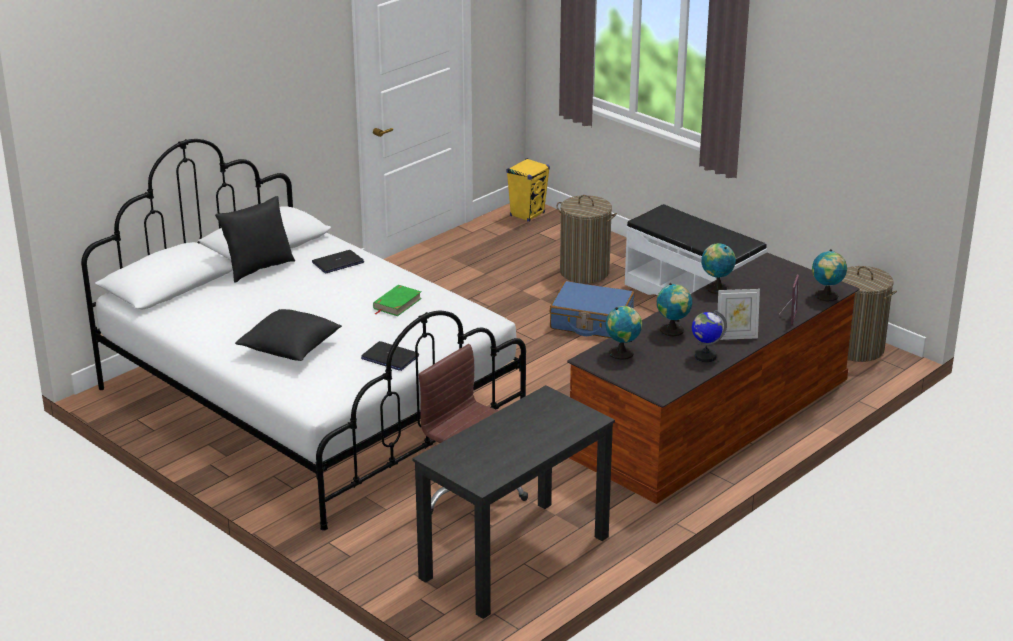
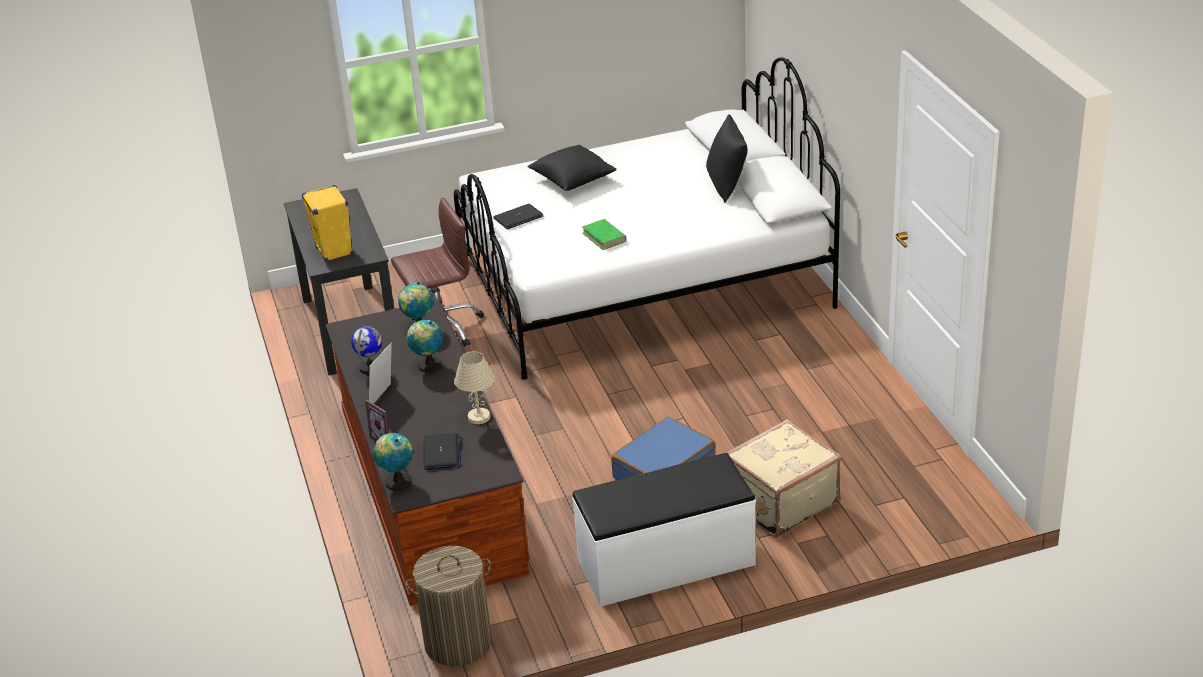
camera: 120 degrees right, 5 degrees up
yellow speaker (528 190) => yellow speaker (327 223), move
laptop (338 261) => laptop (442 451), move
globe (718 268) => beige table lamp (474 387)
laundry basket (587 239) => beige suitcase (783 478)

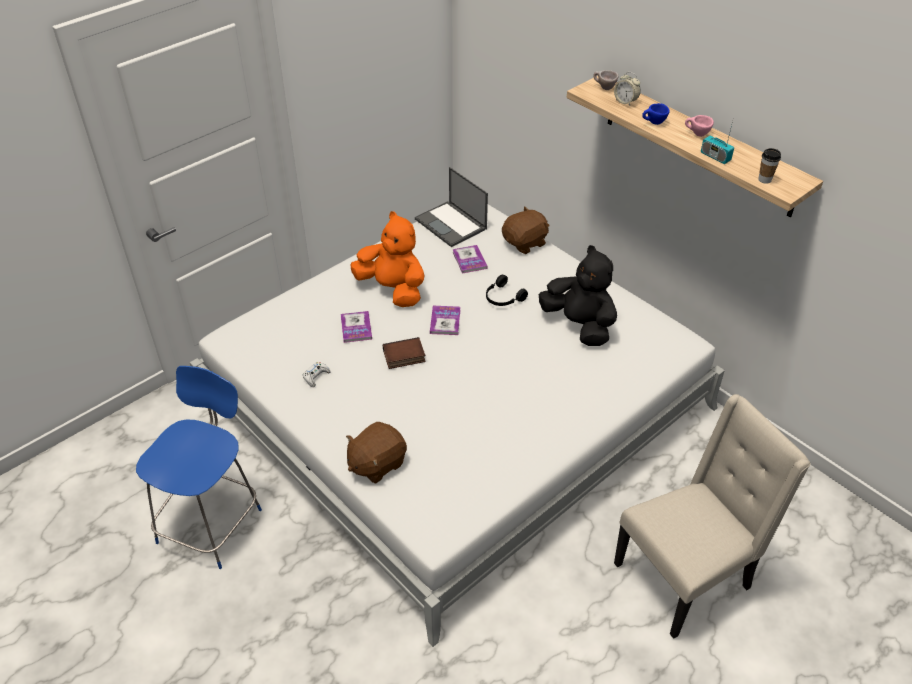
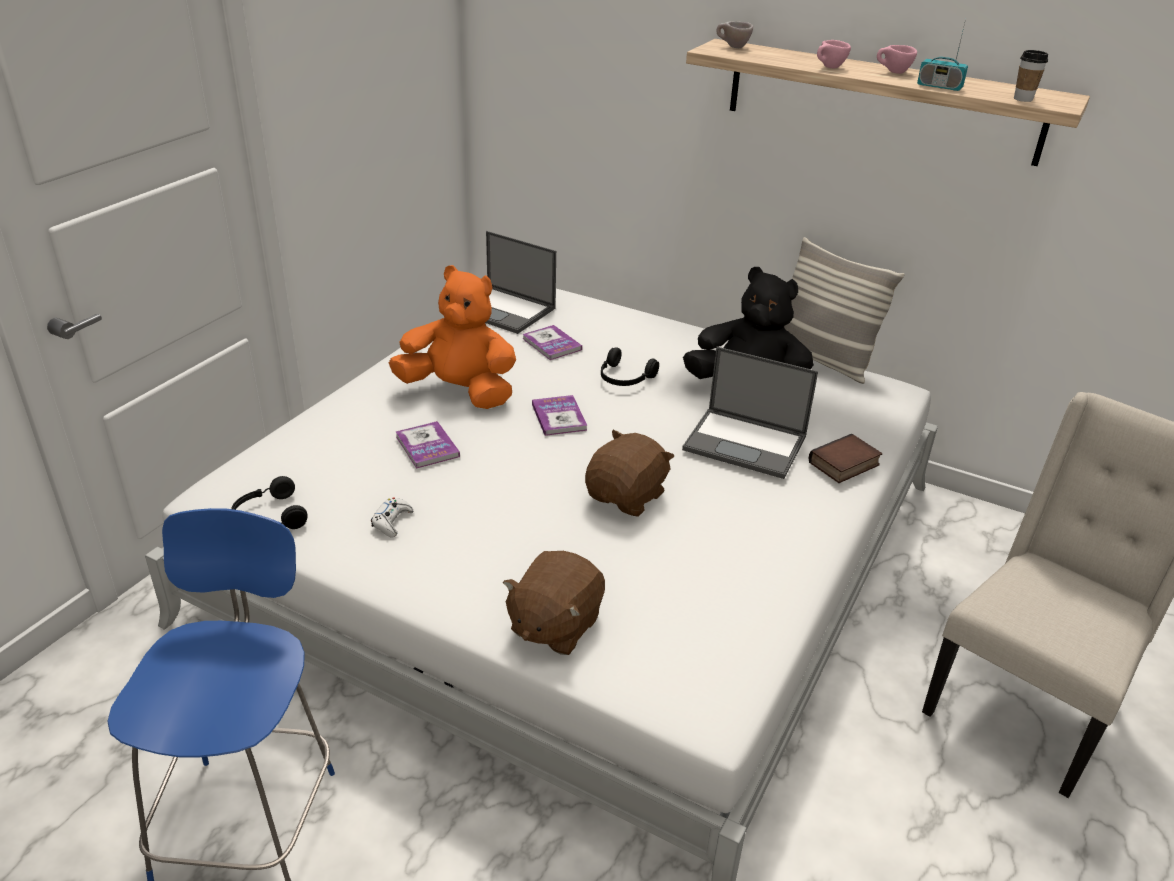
camera: 20 degrees left, 10 degrees down
nothing => black headphones (269 502)
brown plush toy (526 230) => brown plush toy (630 473), move
nothing => laptop (750 413)
nothing => pillow (844 310)
book (404 353) => book (845 458), move
blue cup (655 114) => pink cup (834 54)
alarm clock (627 89) => nothing

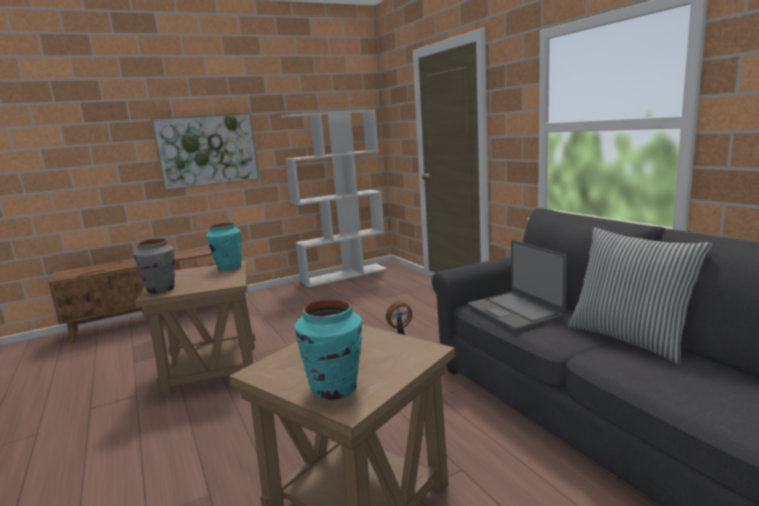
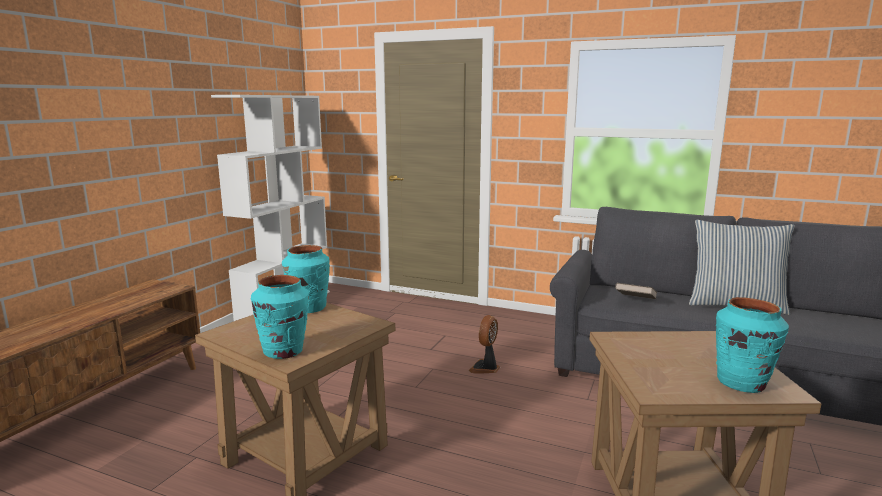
camera: 40 degrees left, 0 degrees up
grey vase (154 266) => turquoise vase (280 317)
laptop (517 286) => brown book (636 291)
picture (205 151) => nothing

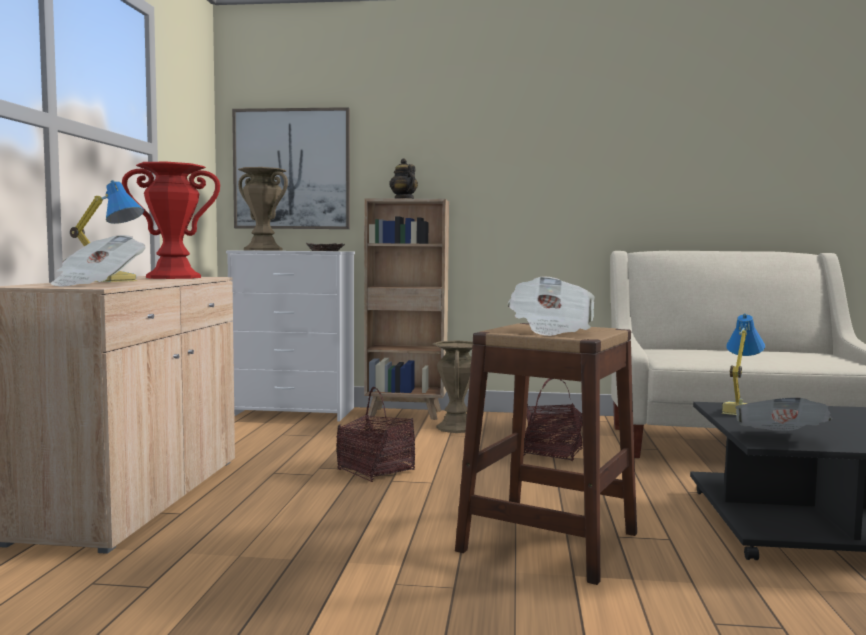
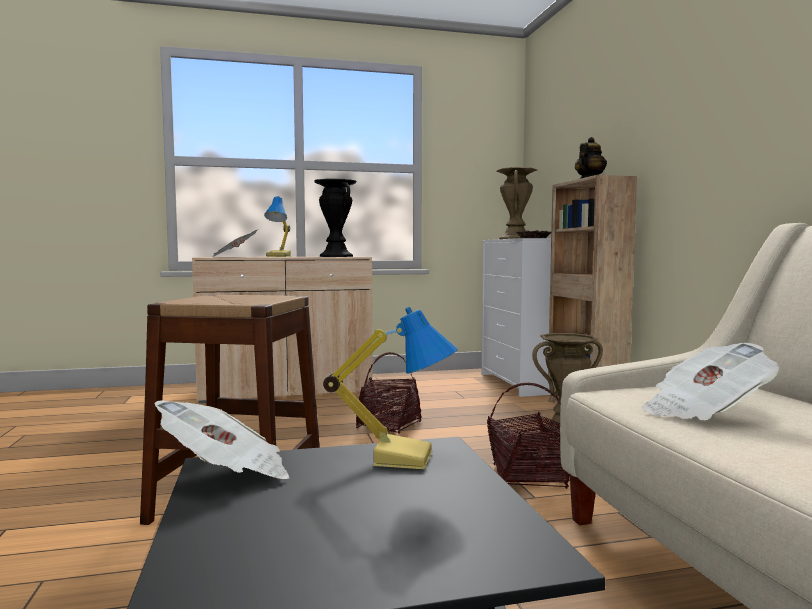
camera: 70 degrees right, 0 degrees up
red vase (171 220) => black vase (335 217)
newspaper (551 306) => newspaper (710 381), move
picture (291 168) => nothing

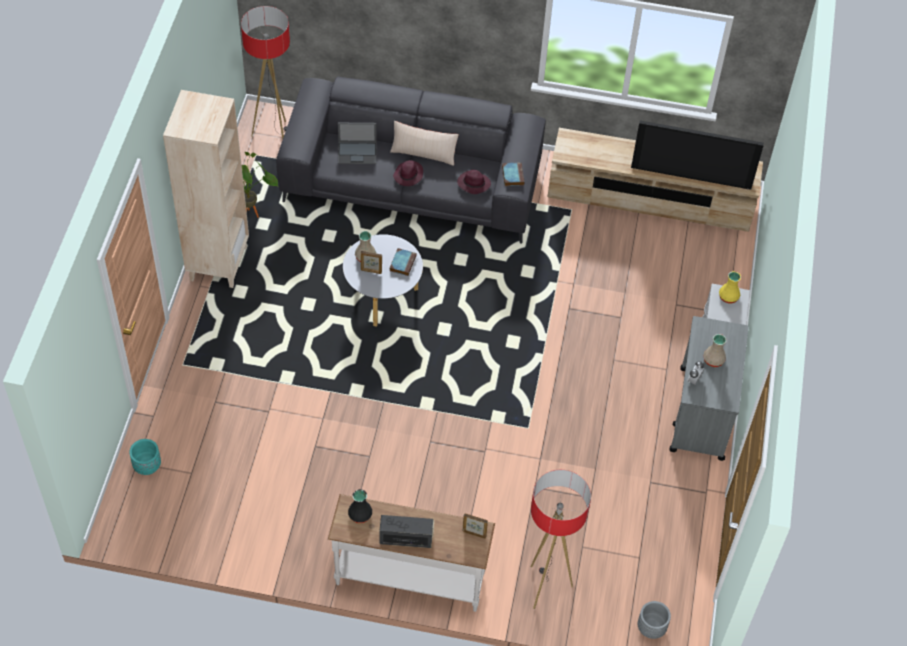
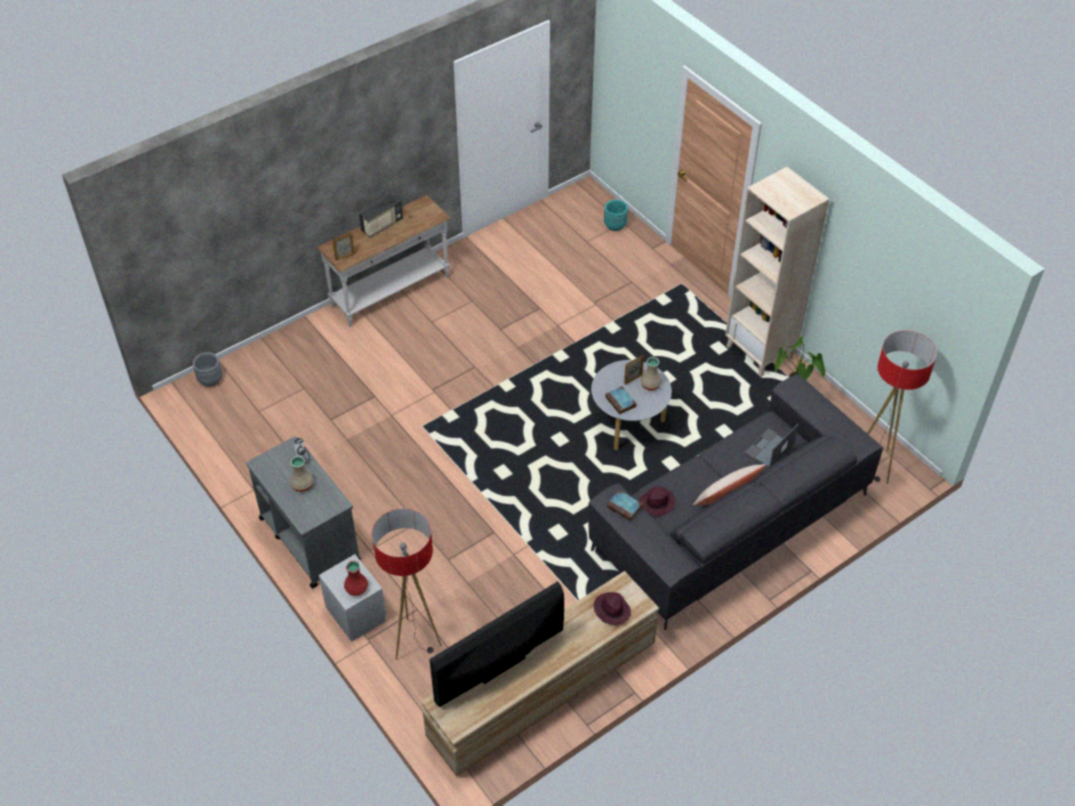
camera: 135 degrees right, 5 degrees down
yellow vase (730 287) => red vase (356 578)
floor lamp (560 539) => floor lamp (407 584), move
purple hat (408 173) => purple hat (612 608), move
black vase (360 506) => nothing

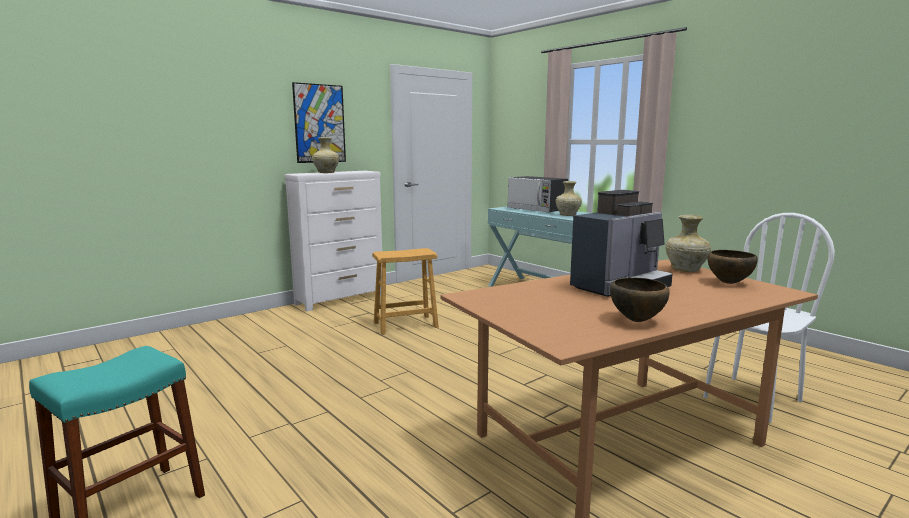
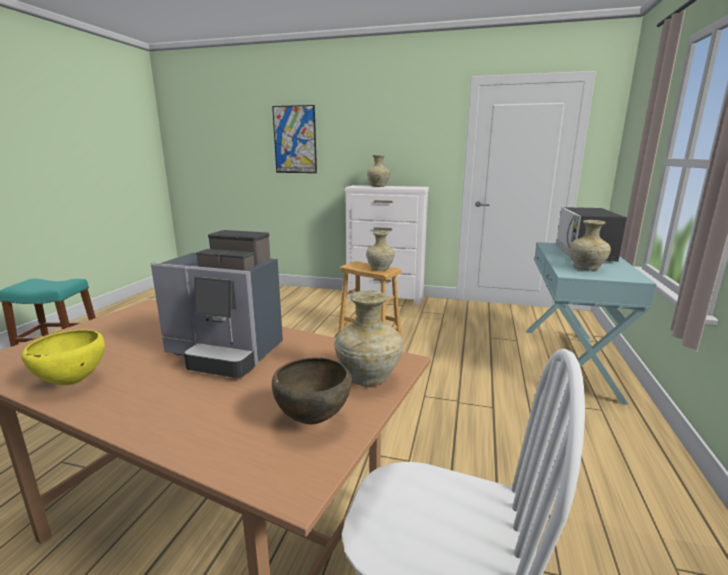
camera: 55 degrees right, 5 degrees up
brown bowl (640 300) => yellow bowl (63 357)
picture (319 122) => picture (294 139), move
nothing => beige vase (380 251)

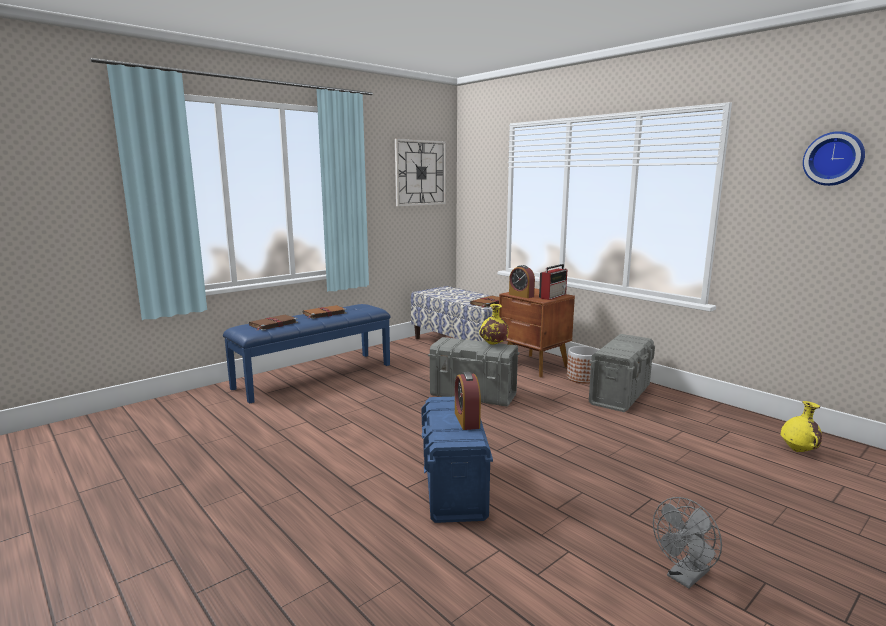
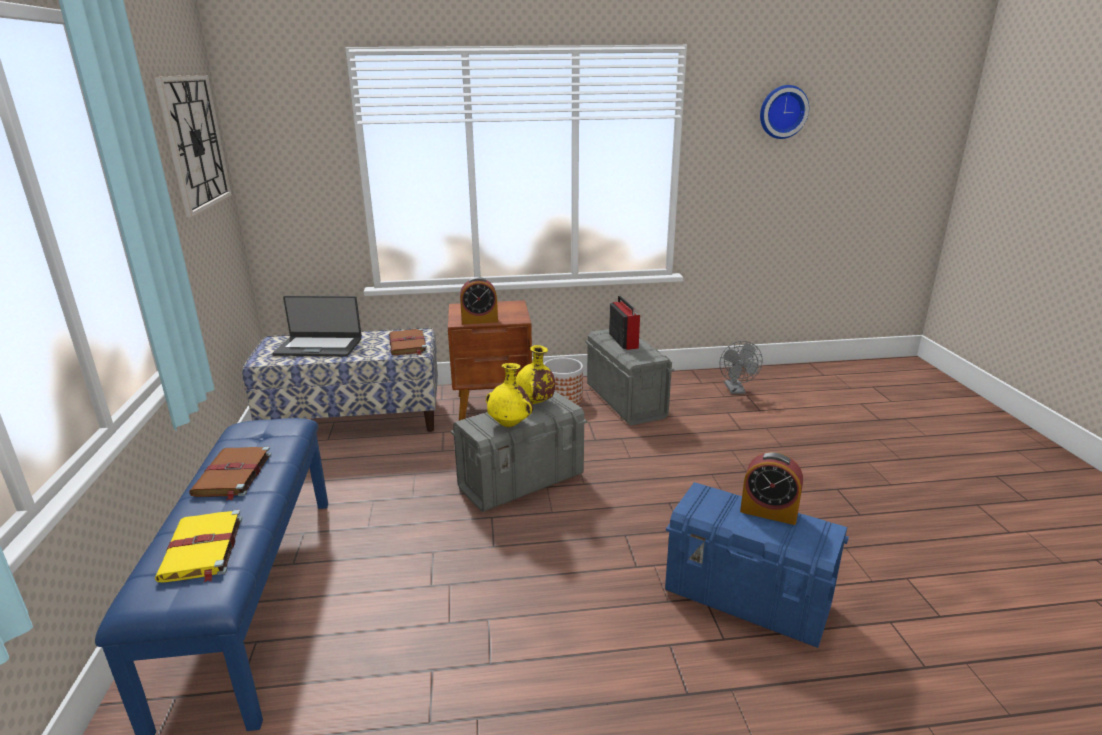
camera: 55 degrees left, 10 degrees up
brown book (273 323) => yellow book (198 546)
nothing => laptop (317 326)
yellow vase (801 426) => yellow vase (509 395), move
radio (553 282) => radio (624 323), move
grey fan (687 543) => grey fan (741 367), move

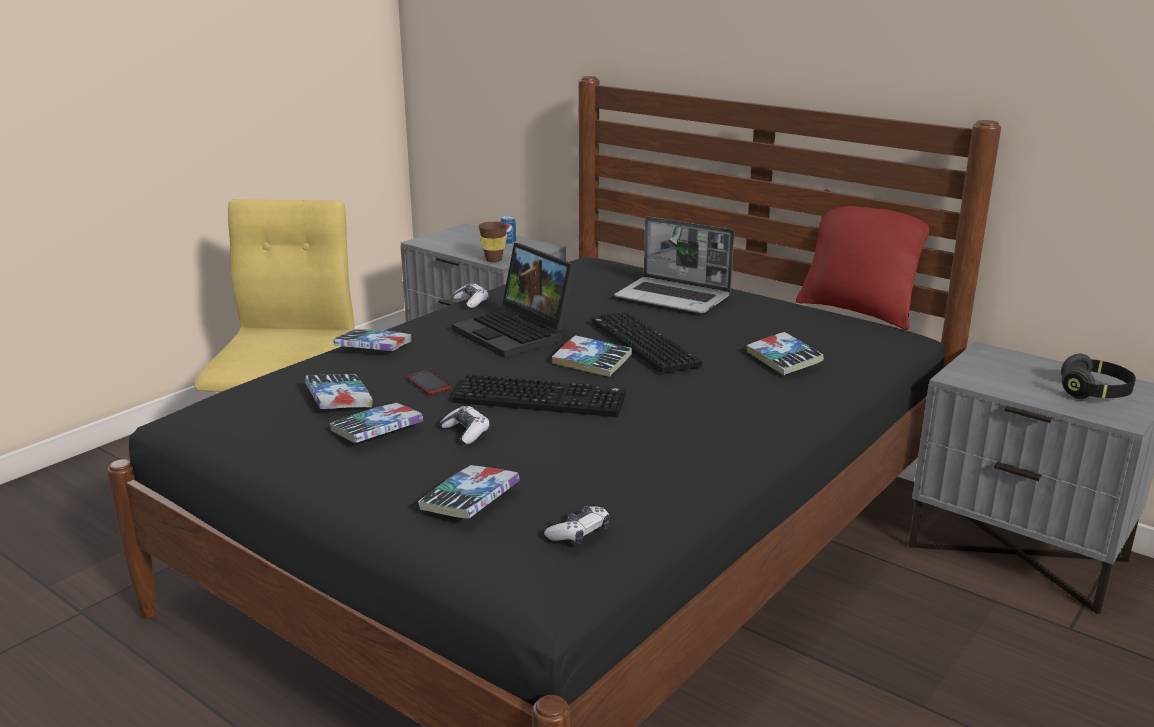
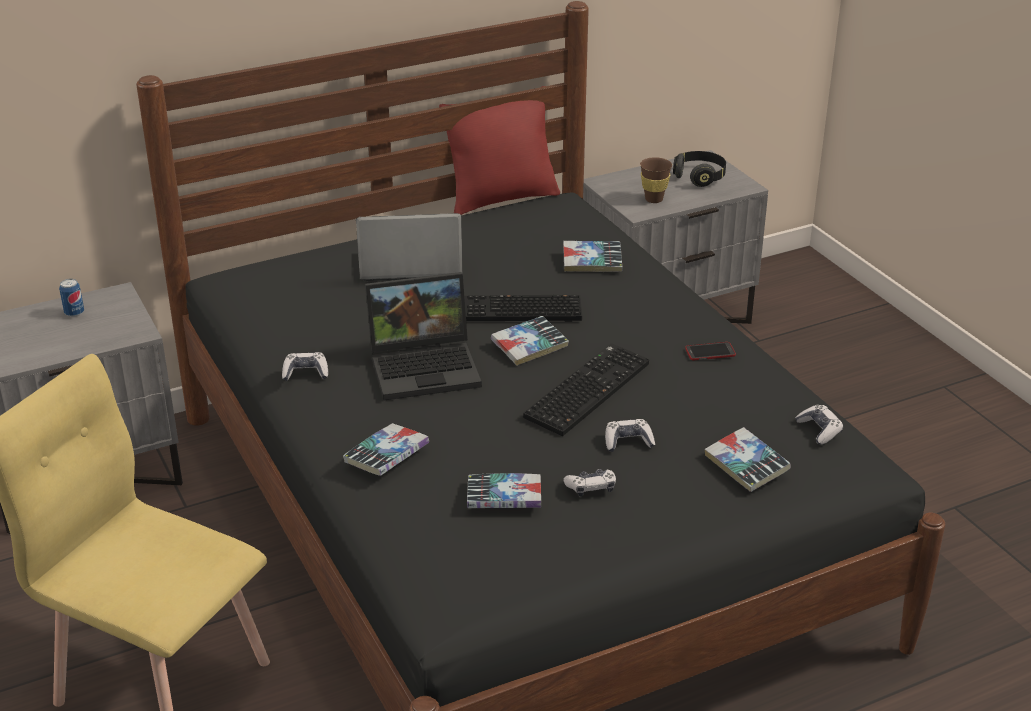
camera: 65 degrees left, 10 degrees up
laptop (674 265) => laptop (409 247), 150 degrees counterclockwise
book (376 423) => game controller (589 483)
brown cup (493 242) => brown cup (656 180), move
phone (428 382) => phone (710 351), move

